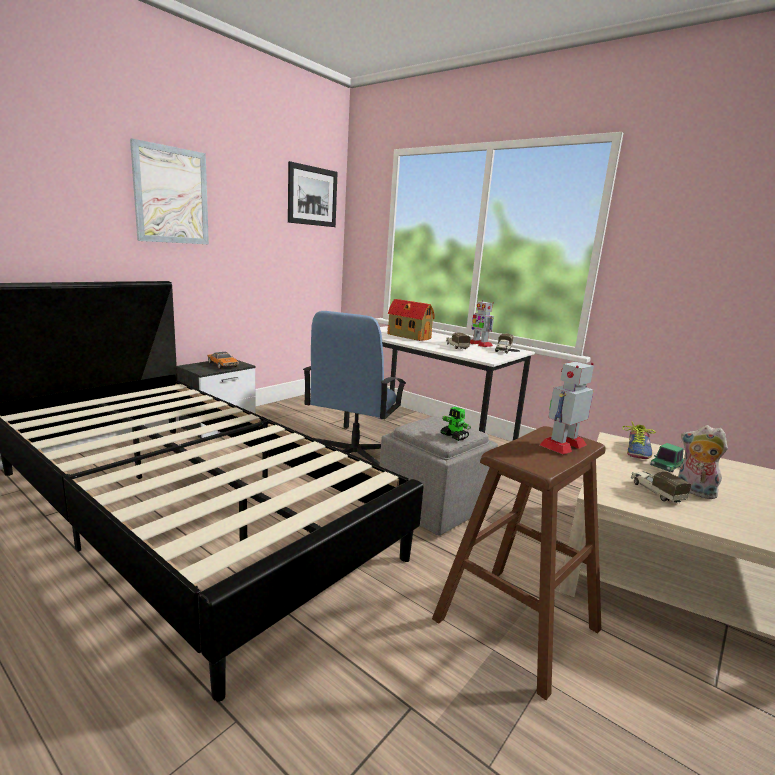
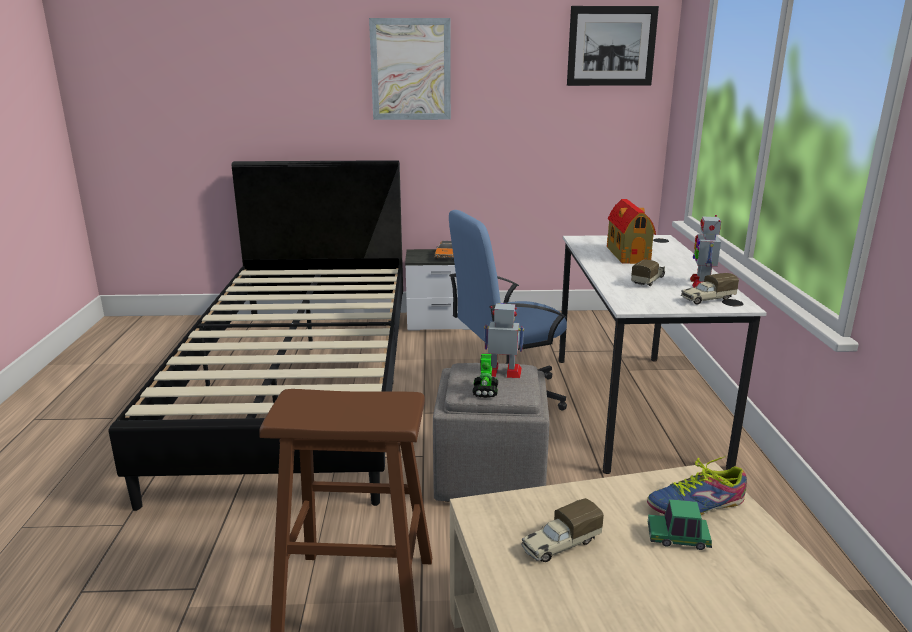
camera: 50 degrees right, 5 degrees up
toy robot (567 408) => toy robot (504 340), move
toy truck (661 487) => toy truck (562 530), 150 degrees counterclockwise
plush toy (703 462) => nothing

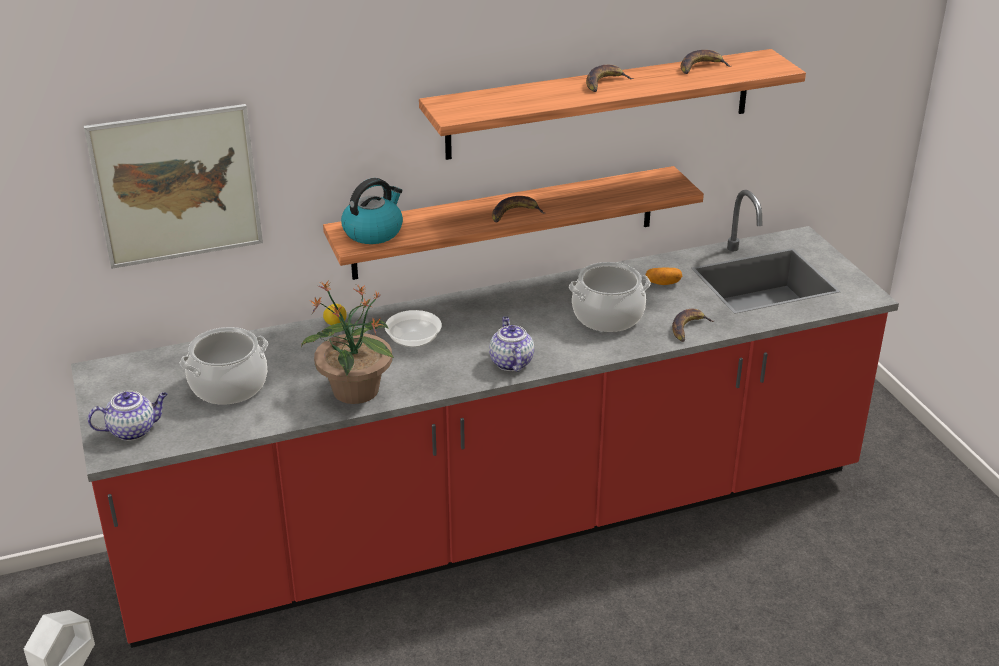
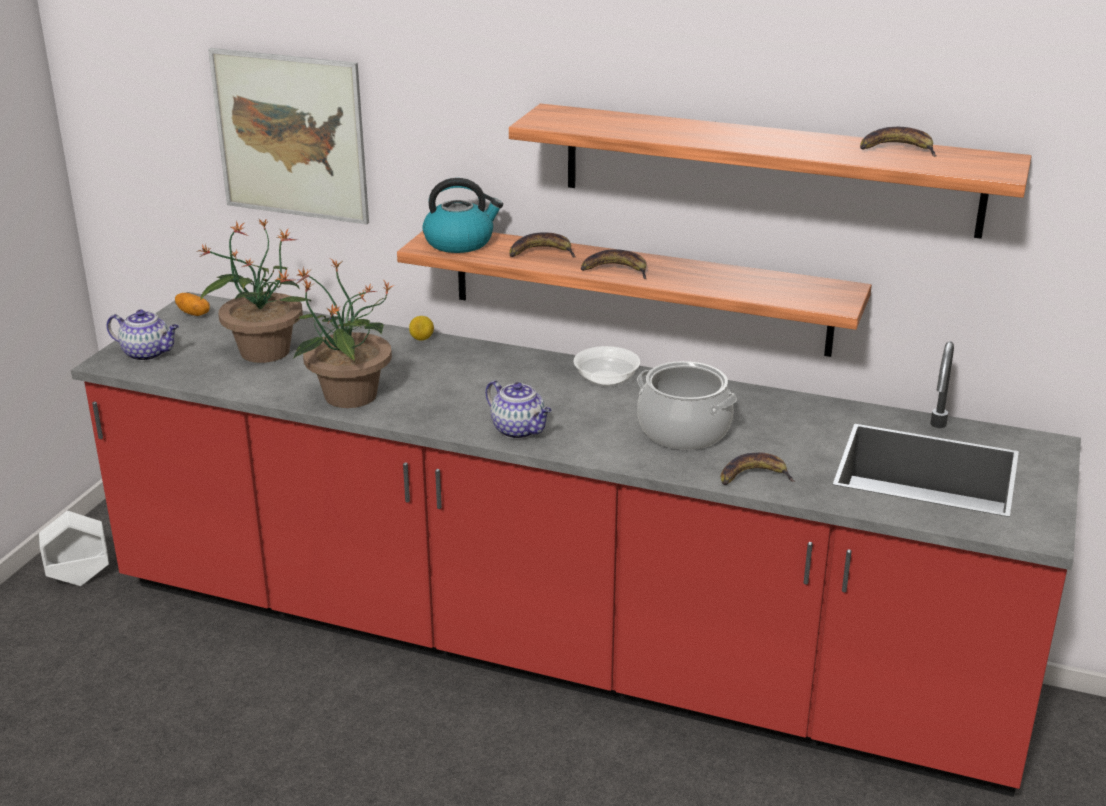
camera: 40 degrees right, 5 degrees down
potato (663 276) => potato (192 304), move
cooking pot (224 366) => potted plant (254 290)
teapot (511 344) => teapot (519 409), 105 degrees clockwise
banana (609 78) => banana (542 244), move
bowl (413 328) => bowl (606 366), move

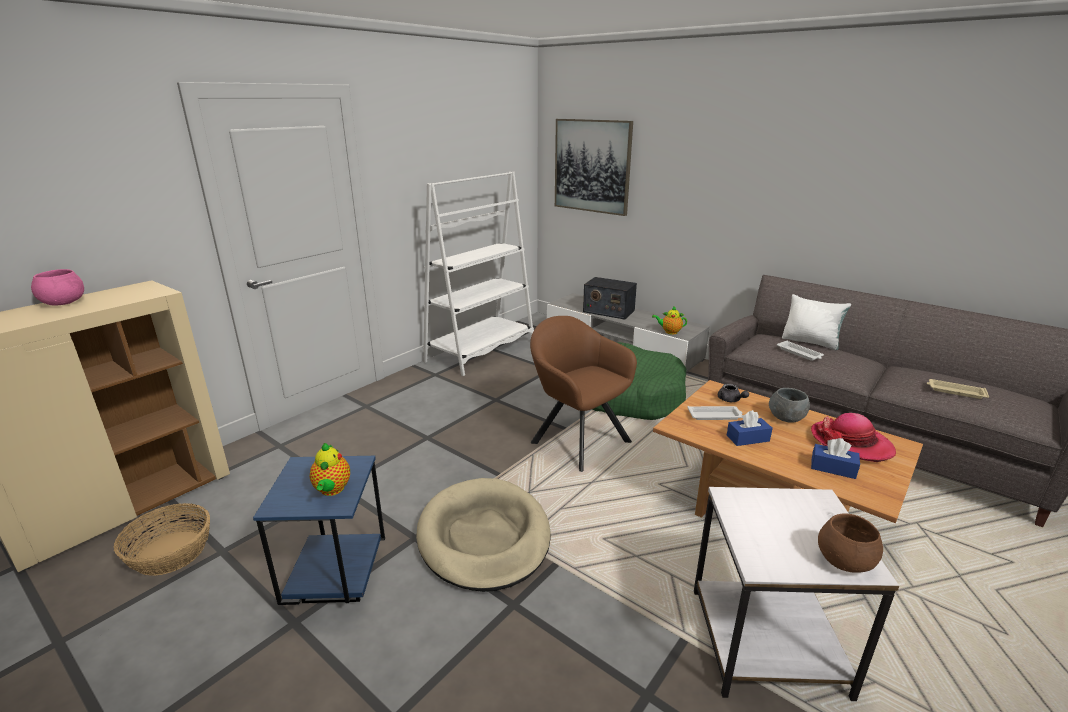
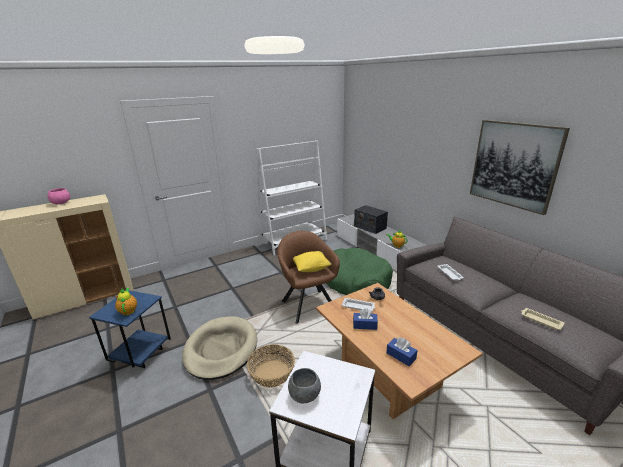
camera: 20 degrees right, 0 degrees up
teapot (330 469) => teapot (126 301), 150 degrees clockwise
basket (162 539) => basket (271 366), move
grey bowl (789 405) => grey bowl (304 385), move
nothing => yellow pillow (312 261)
picture (594 167) => picture (520 167), move
white pillow (816 322) => nothing
hat (853 437) => nothing
brown bowl (850 543) => nothing

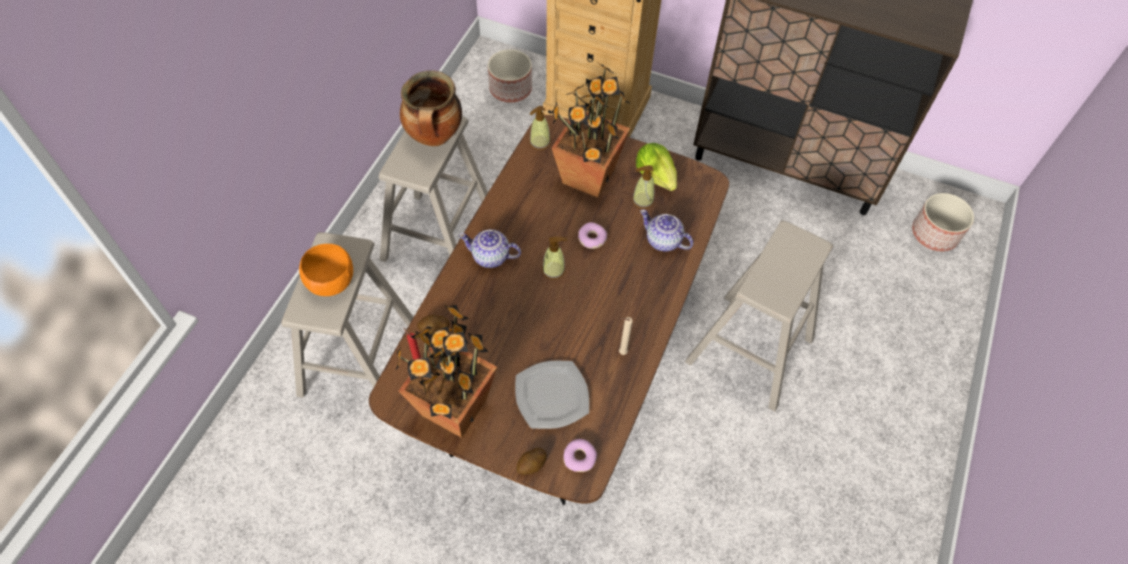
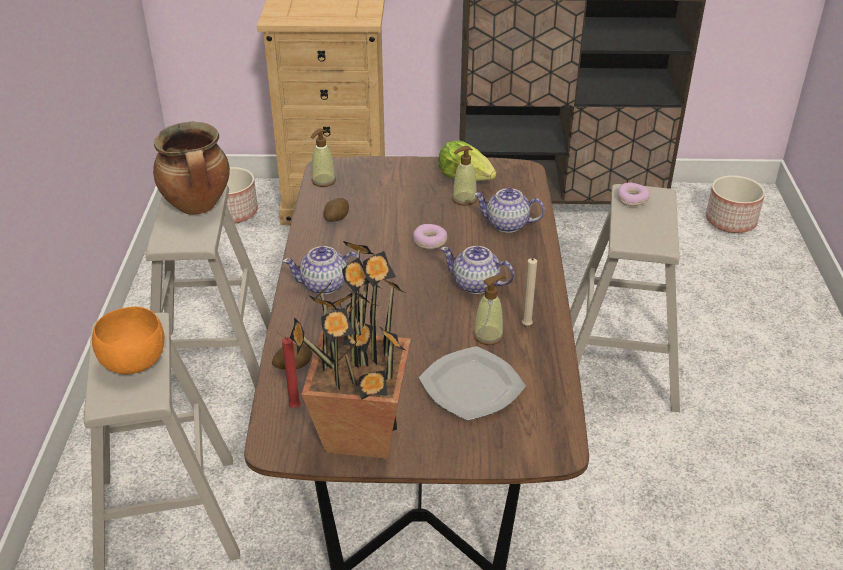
camera: 20 degrees left, 20 degrees down
potato (531 461) => potato (336 210), move
nothing => teapot (477 270)
soap dispenser (554 258) => soap dispenser (489 310), move
donut (580 455) => donut (633 194), move
potted plant (591 129) => nothing

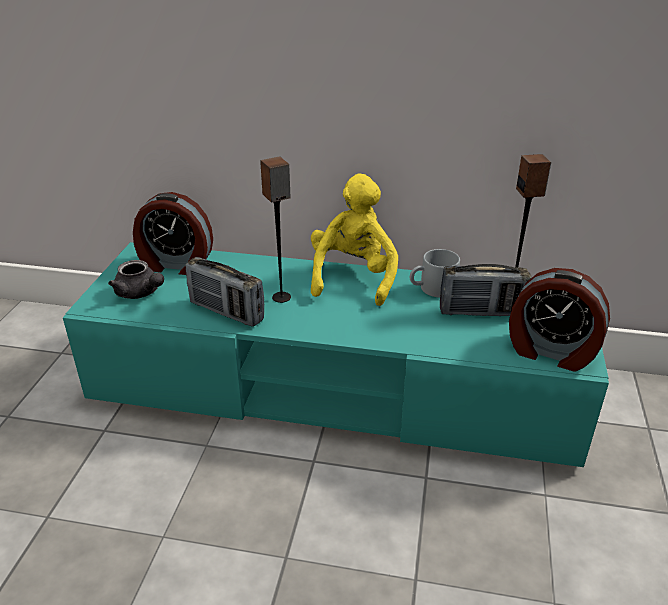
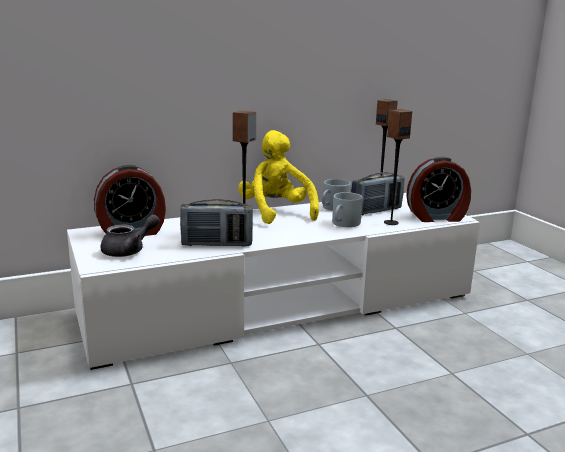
camera: 35 degrees left, 15 degrees down
turquoise tv stand (336 354) => white tv stand (273 281)
grey teapot (136 279) => grey teapot (130 235), 45 degrees counterclockwise
nothing => grey mug (347 209)
nothing => speaker (398 167)

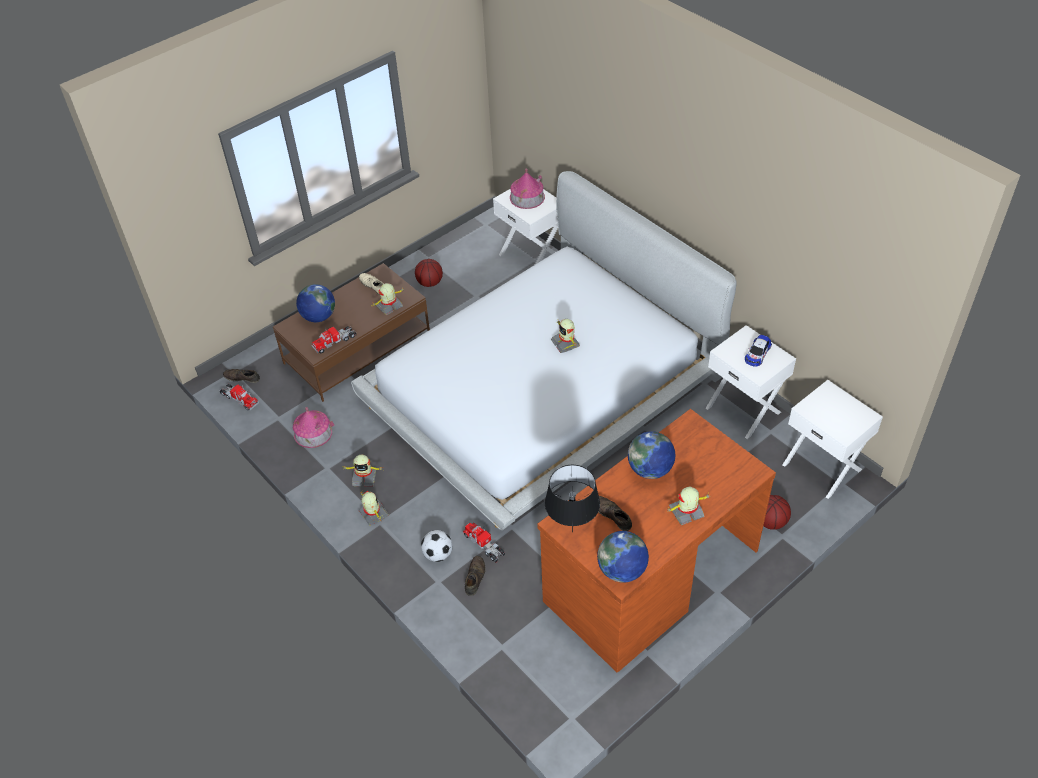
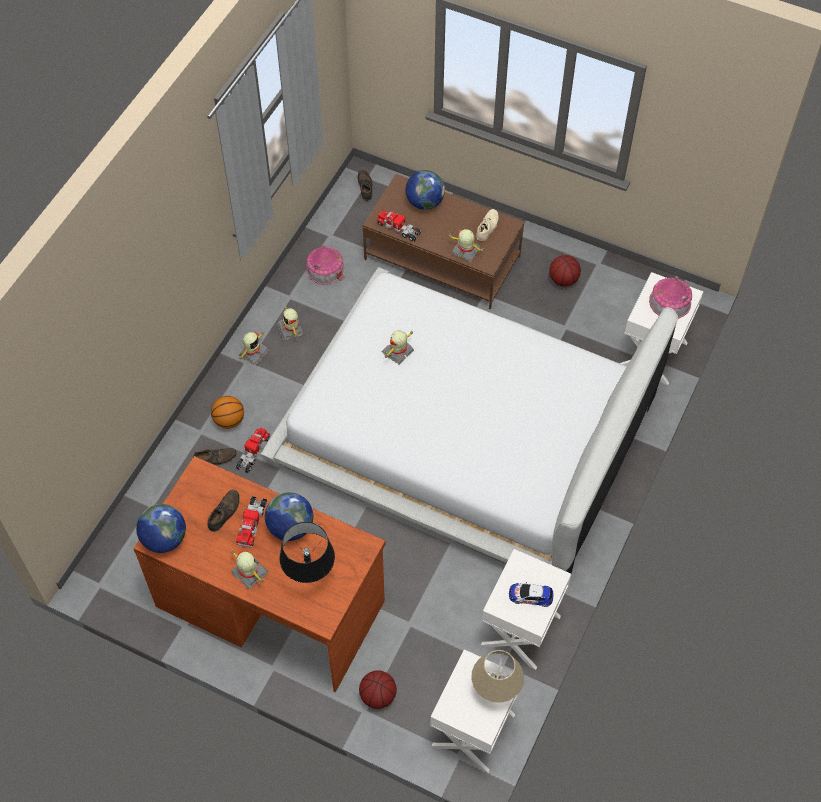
camera: 65 degrees right, 10 degrees up
football (437 546) => basketball (227 412)
toy truck (239 397) => toy truck (251 522), move
black table lamp (572 498) => black table lamp (307 552), move
toy robot (565 336) => toy robot (398 347), move
nothing => beige table lamp (497 676)

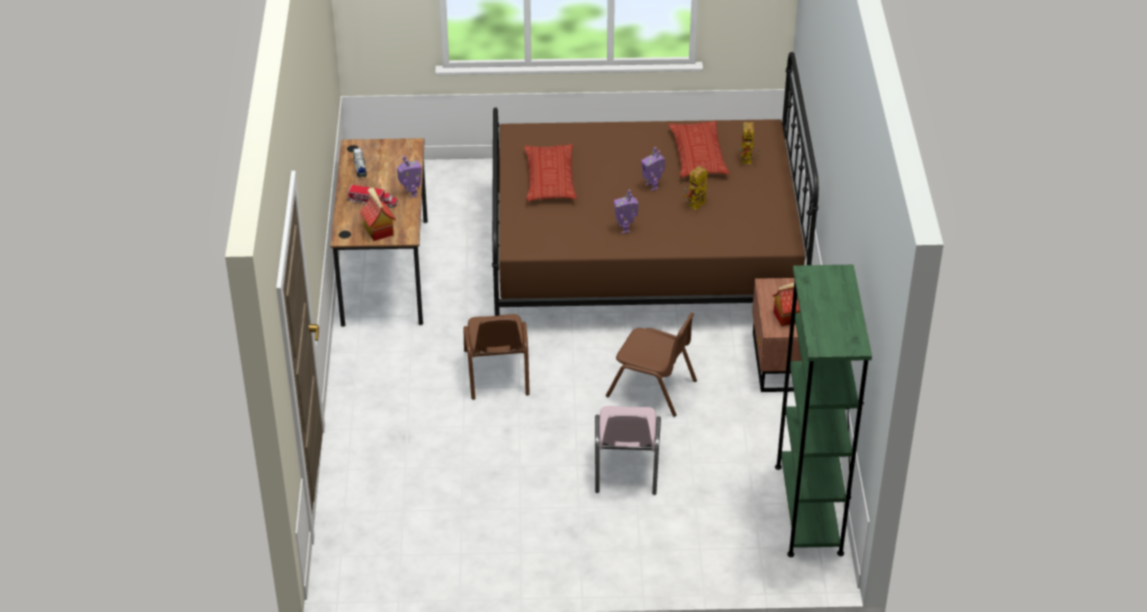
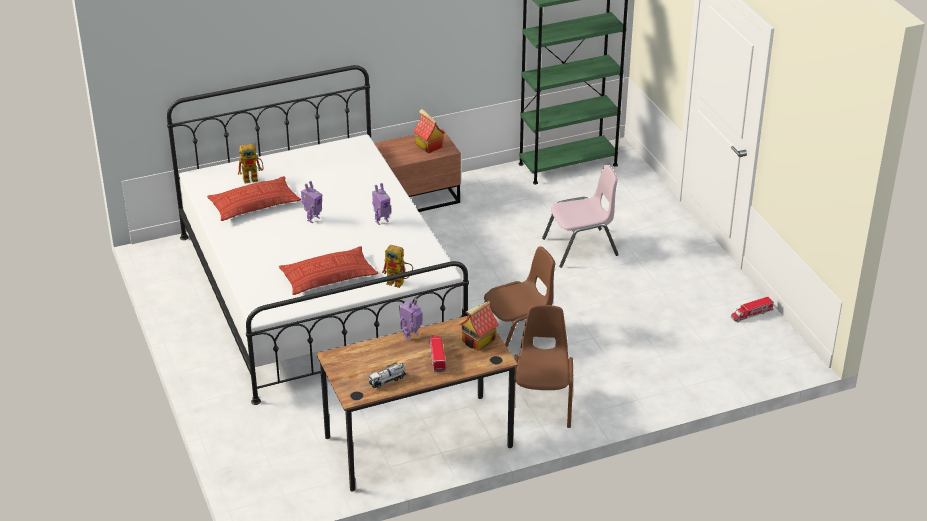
camera: 110 degrees left, 5 degrees down
brown bed (655 184) => white bed (318 235)
toy robot (696 188) => toy robot (397 266), move
brown chair (651 365) => brown chair (543 366), move
nothing => toy truck (752 309)

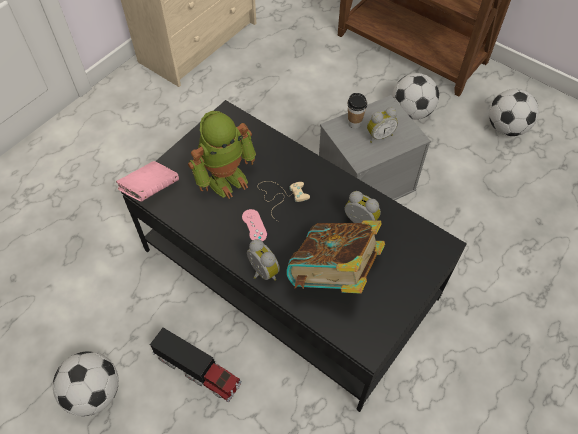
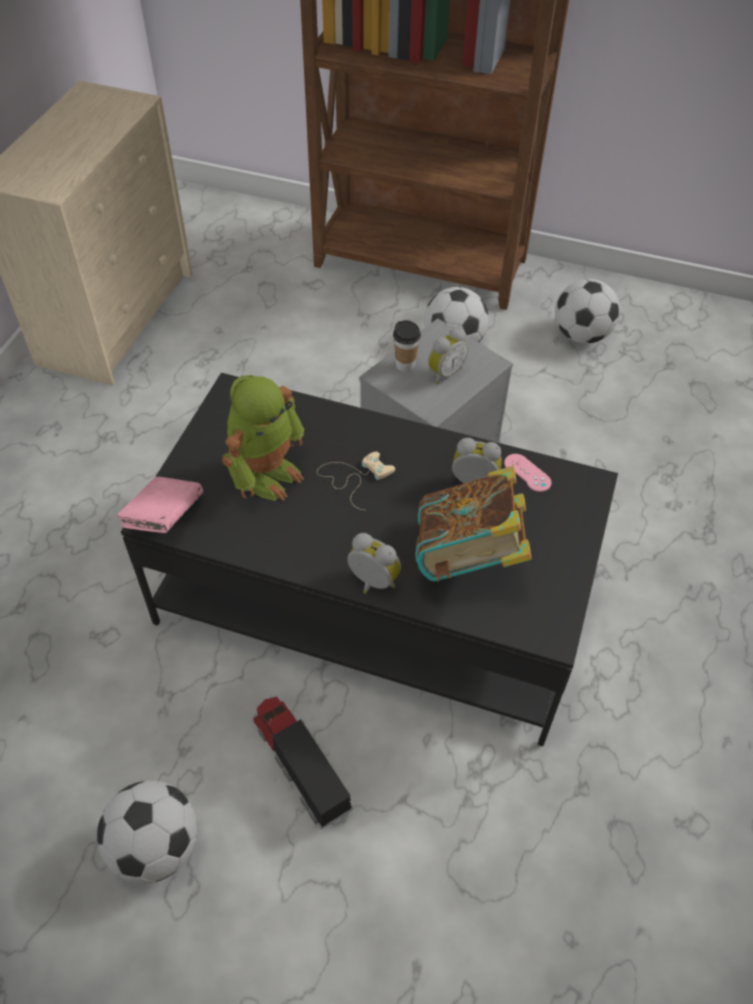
camera: 20 degrees left, 5 degrees down
toy truck (196 365) => toy truck (302 762), 135 degrees counterclockwise
pink game controller (254 225) => pink game controller (527 473), move

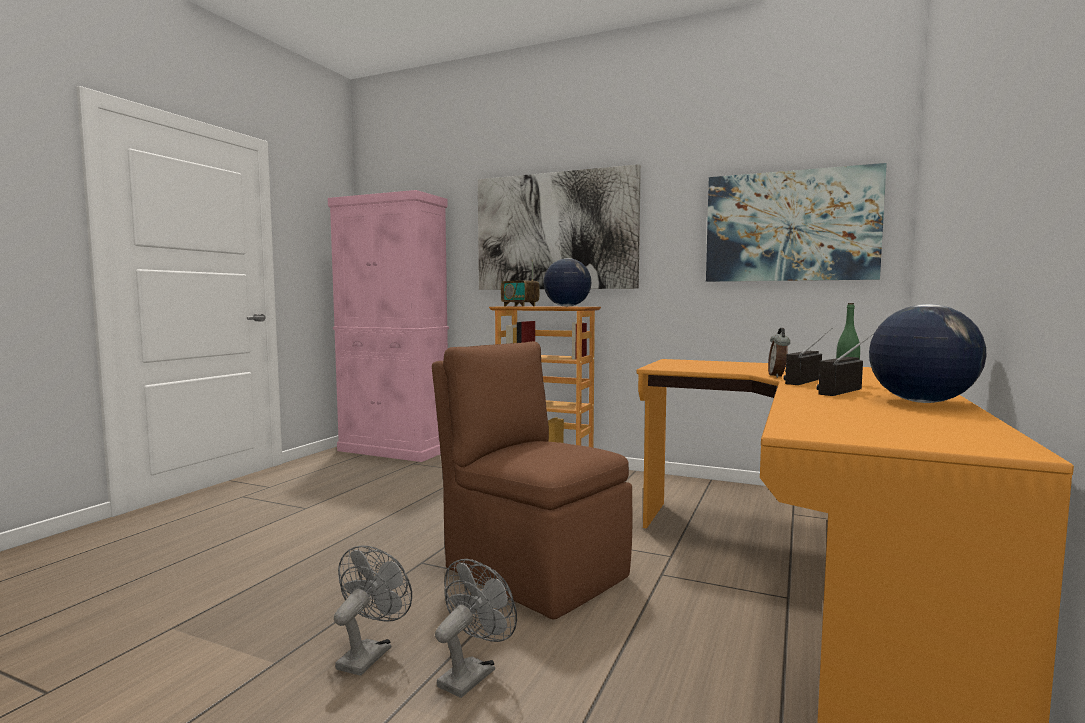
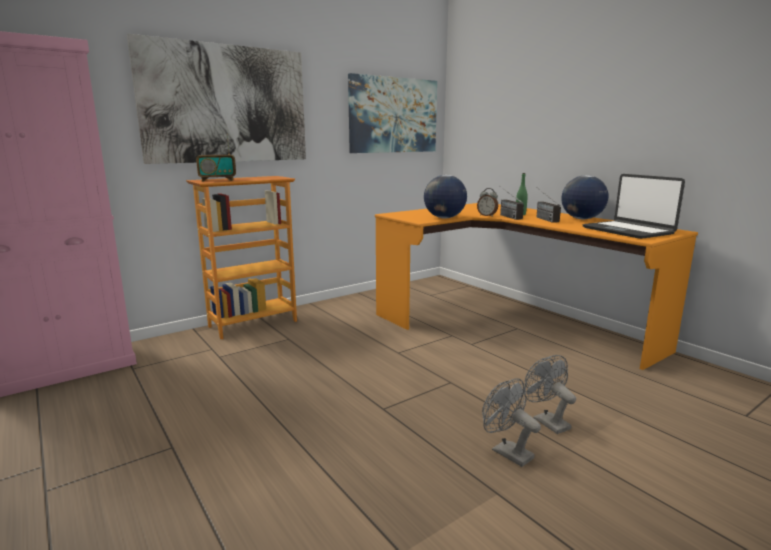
camera: 60 degrees left, 10 degrees up
globe (567 282) => globe (445 196), move
nothing => laptop (634 206)
brown chair (532 480) => nothing

